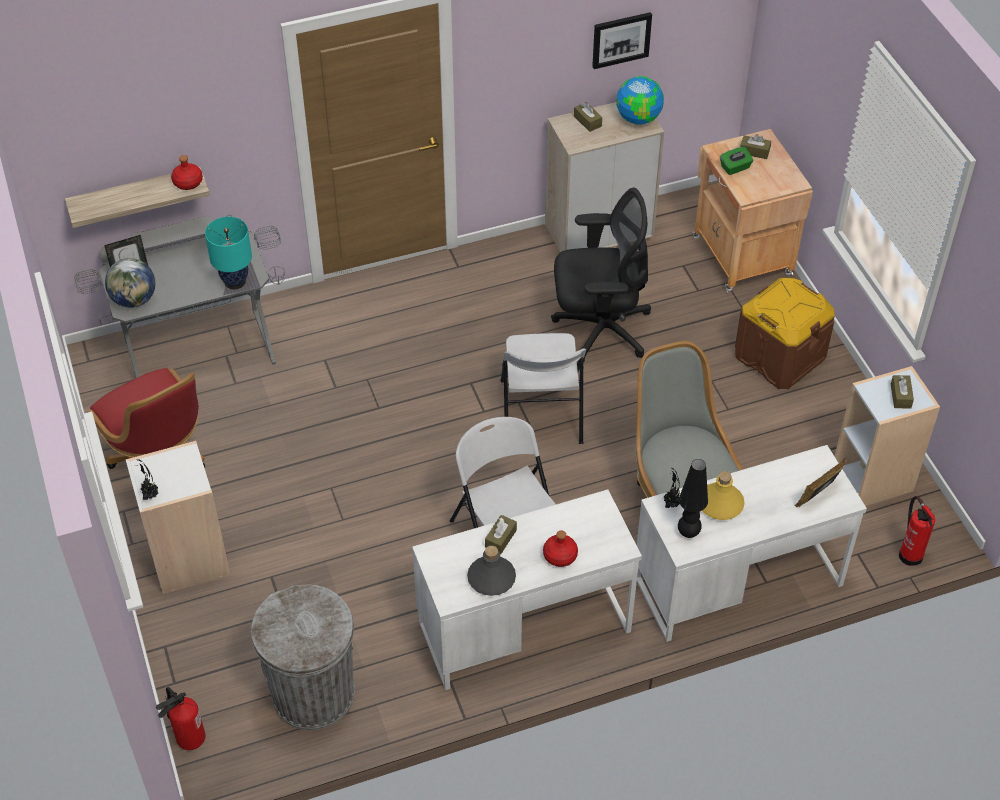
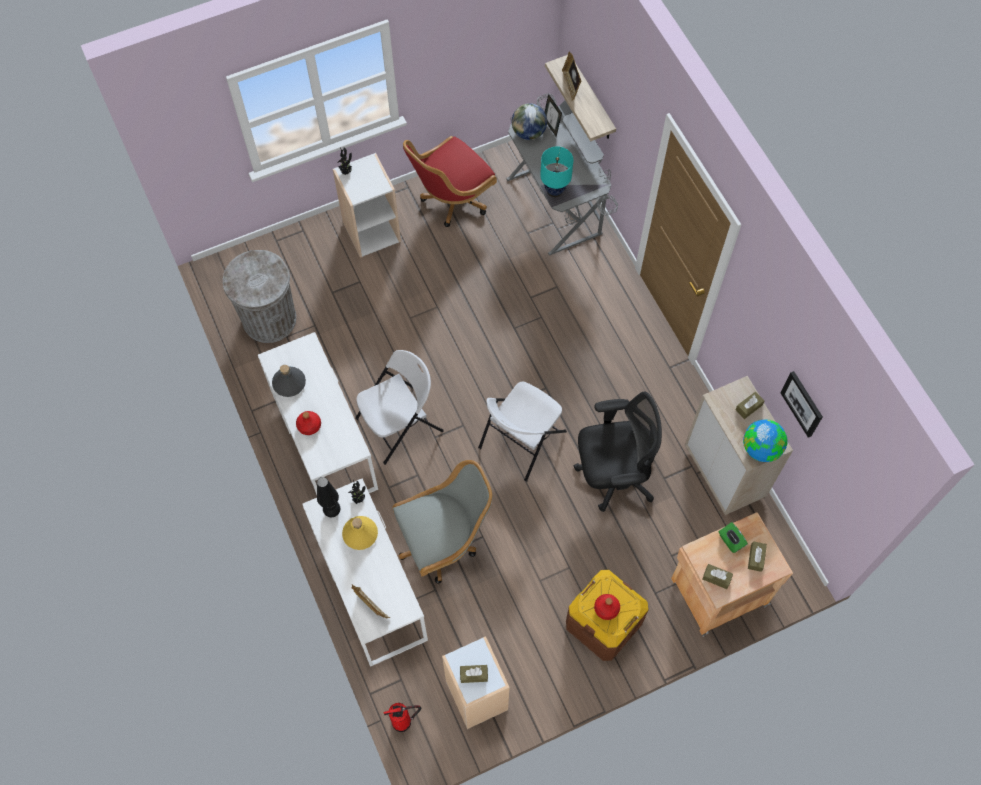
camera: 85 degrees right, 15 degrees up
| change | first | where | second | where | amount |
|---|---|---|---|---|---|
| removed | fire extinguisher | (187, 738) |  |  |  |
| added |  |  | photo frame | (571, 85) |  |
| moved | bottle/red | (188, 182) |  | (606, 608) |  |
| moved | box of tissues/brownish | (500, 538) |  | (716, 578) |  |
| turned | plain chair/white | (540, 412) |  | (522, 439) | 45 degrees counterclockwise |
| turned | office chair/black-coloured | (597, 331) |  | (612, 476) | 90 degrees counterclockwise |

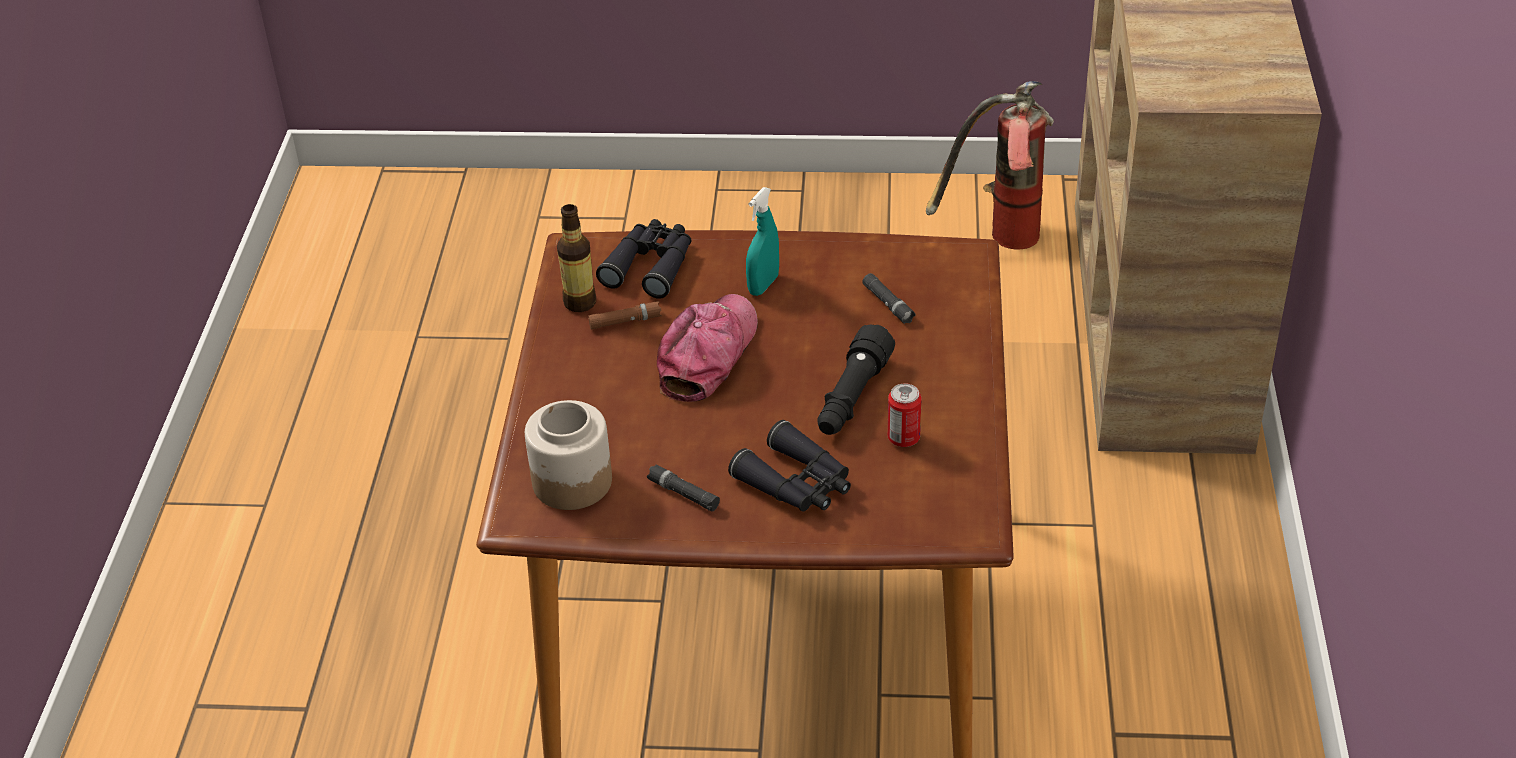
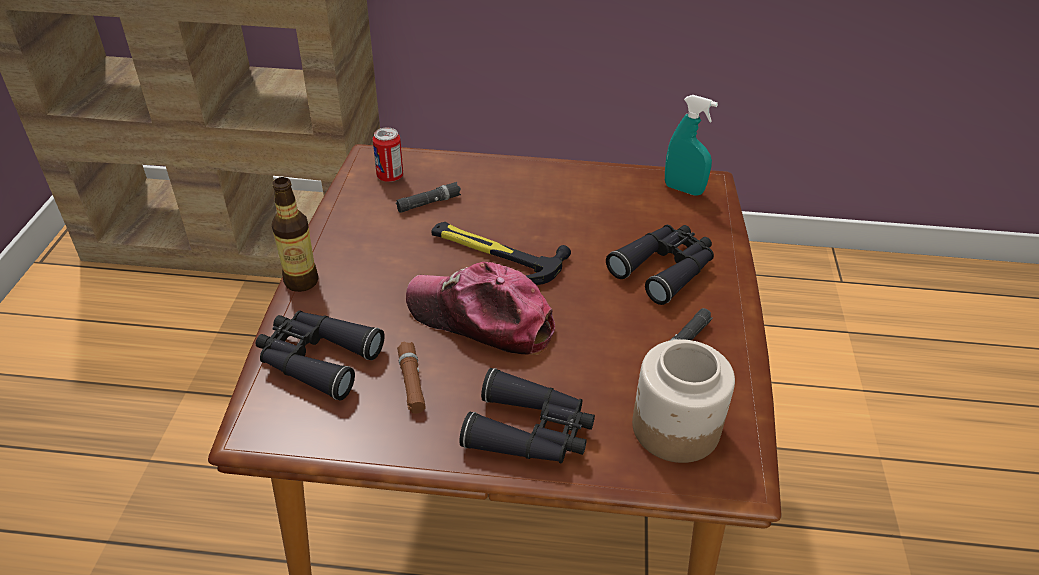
camera: 90 degrees left, 0 degrees up
| change | first | where | second | where | amount |
|---|---|---|---|---|---|
| removed | torch/black-coloured | (852, 397) |  |  |  |
| removed | fire extinguisher | (998, 240) |  |  |  |
| added |  |  | hammer | (494, 254) |  |
| added |  |  | field glasses/black-coloured | (531, 432) |  |
| moved | bottle | (580, 303) |  | (301, 281) |  |
| moved | sprayer/blue-green | (763, 285) |  | (683, 189) |  |
| moved | metal can | (903, 438) |  | (390, 176) |  |

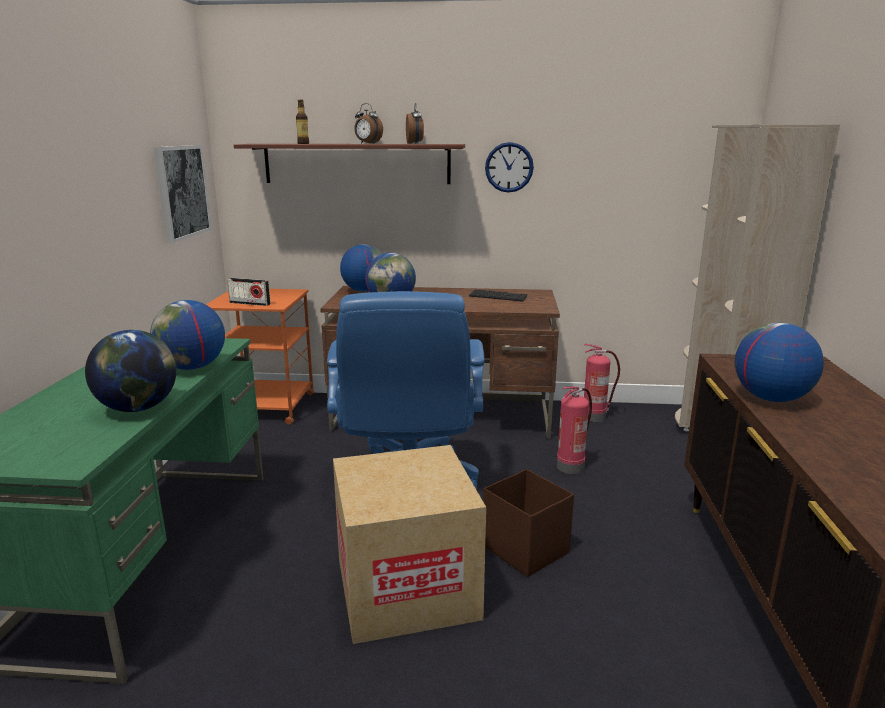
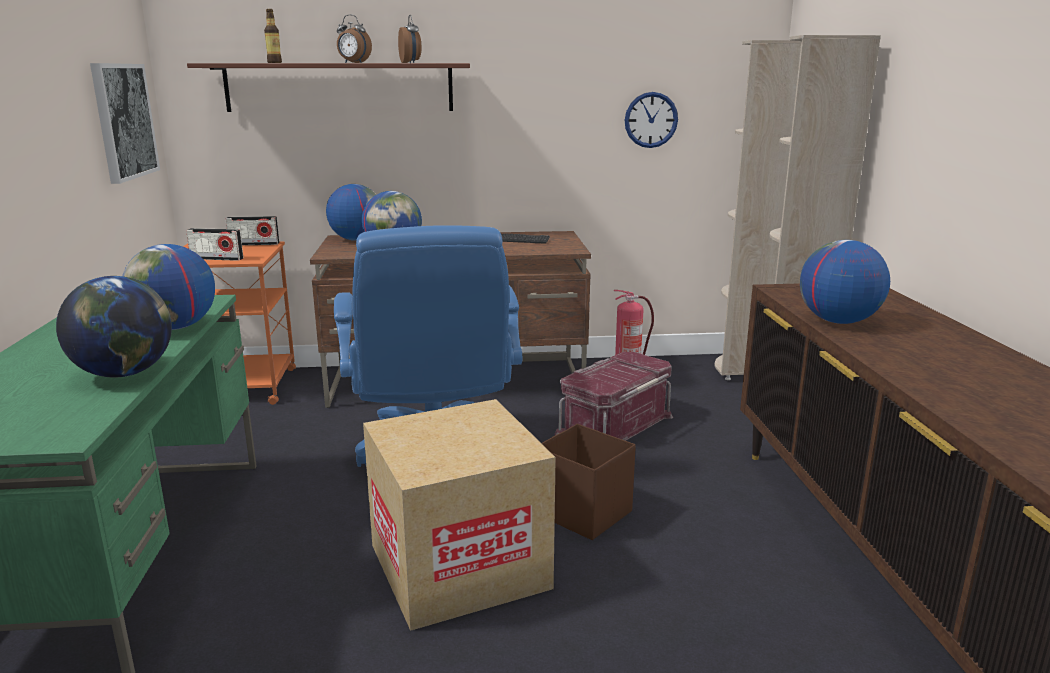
camera: 10 degrees left, 0 degrees up
| change | first | where | second | where | amount |
|---|---|---|---|---|---|
| added |  |  | radio set | (254, 244) |  |
| moved | wall clock | (509, 167) |  | (651, 120) |  |
| replaced | fire extinguisher | (571, 466) | storage box/red | (613, 424) |  |

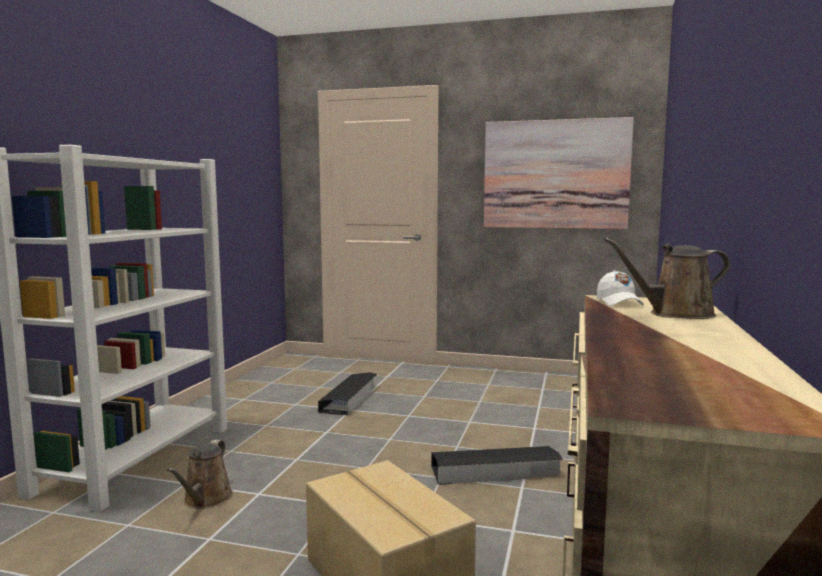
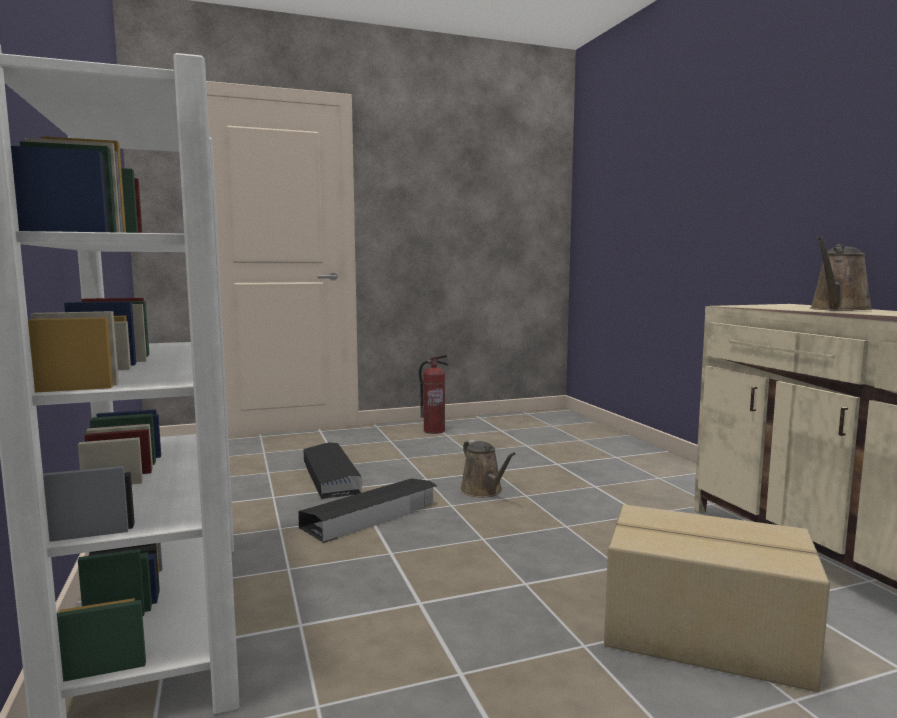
camera: 35 degrees left, 0 degrees up
| change | first | where | second | where | amount |
|---|---|---|---|---|---|
| removed | wall art | (555, 174) |  |  |  |
| removed | baseball cap/white | (618, 302) |  |  |  |
| added |  |  | fire extinguisher | (434, 431) |  |
| moved | sprinkling can/brownish | (205, 500) |  | (483, 491) |  |
| moved | storage box/black-coloured | (496, 472) |  | (372, 516) |  |

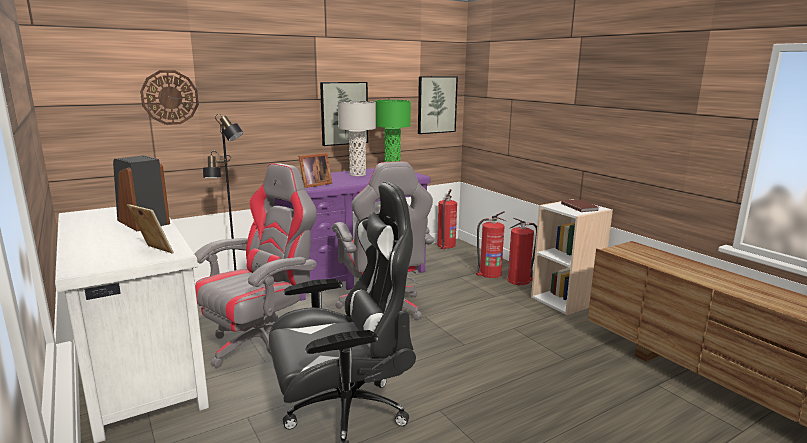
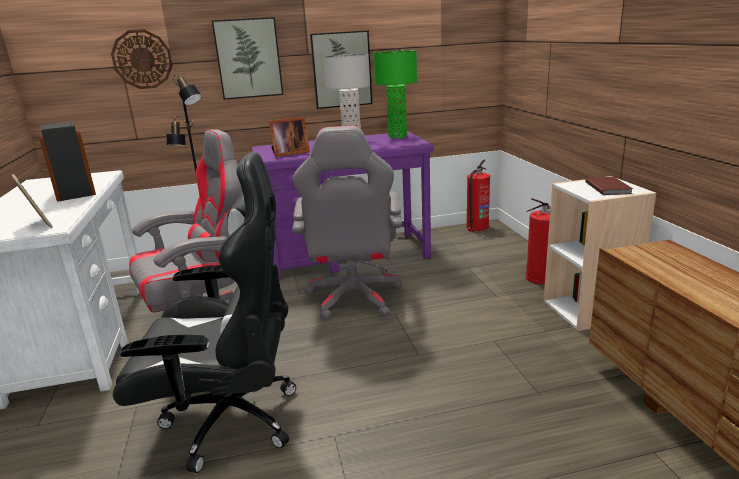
camera: 20 degrees right, 5 degrees up
| change | first | where | second | where | amount |
|---|---|---|---|---|---|
| removed | fire extinguisher | (489, 274) |  |  |  |
| moved | wall art | (436, 104) |  | (248, 58) |  |

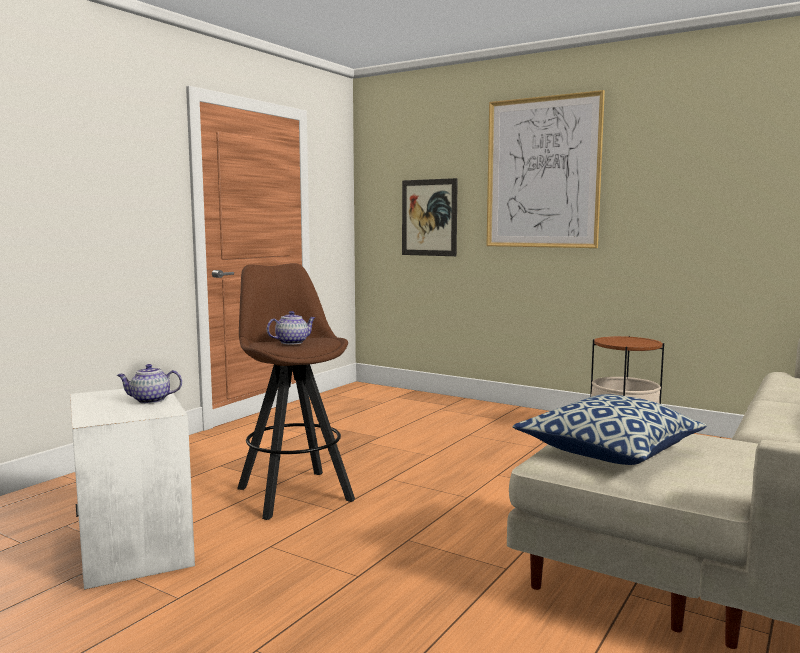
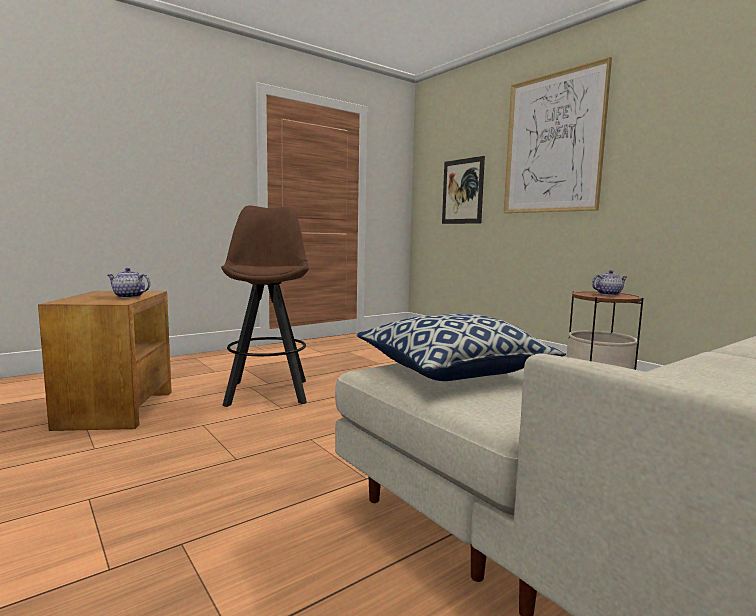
camera: 20 degrees right, 0 degrees up
| change | first | where | second | where | amount |
|---|---|---|---|---|---|
| moved | pot for tea | (292, 342) |  | (608, 294) |  |
| recoloured | side table/white | (133, 547) | side table/brownish | (115, 409) |  |

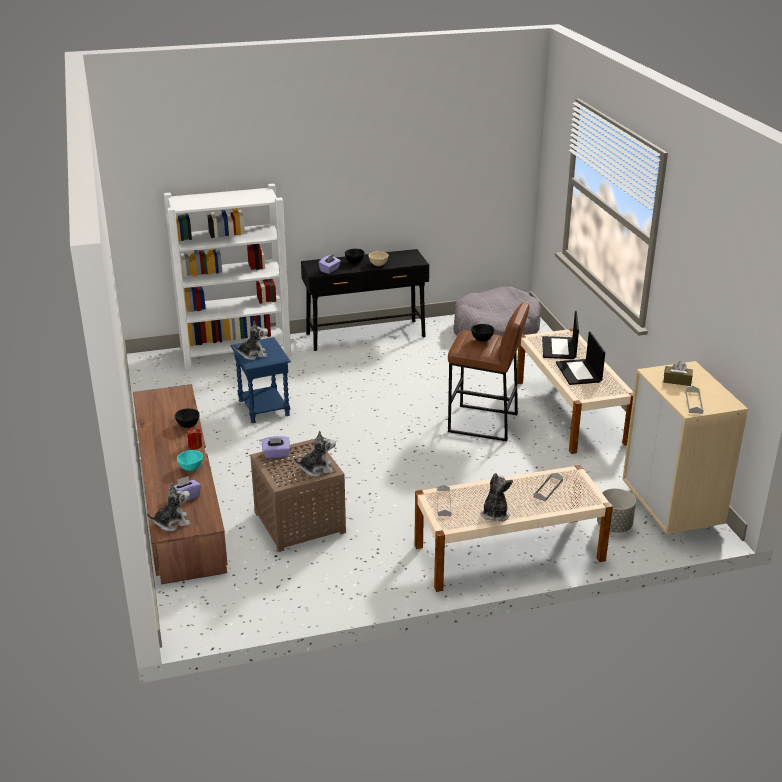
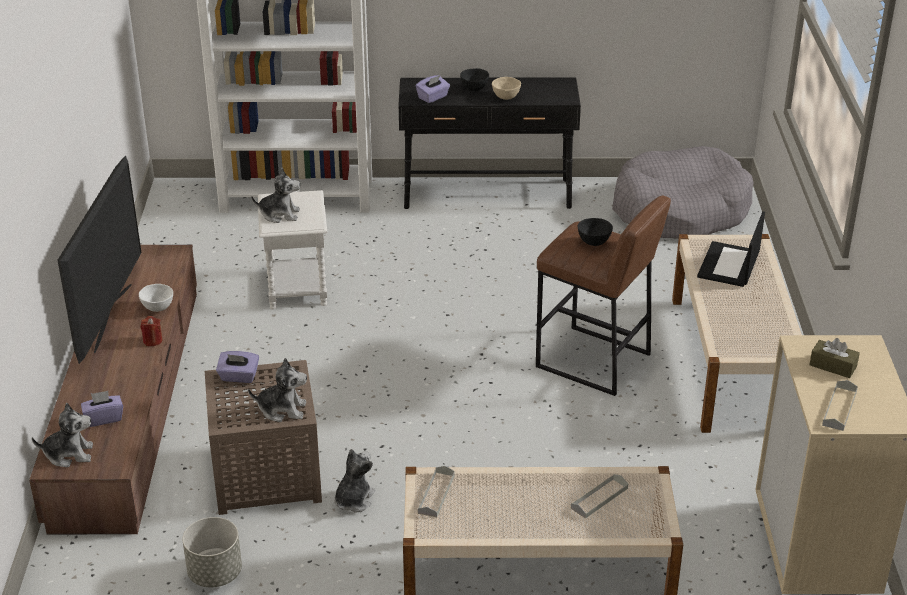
camera: 15 degrees right, 5 degrees up
| change | first | where | second | where | amount |
|---|---|---|---|---|---|
| removed | deep dish/blue-green | (190, 468) |  |  |  |
| removed | notebook computer | (579, 372) |  |  |  |
| added |  |  | TV set | (111, 317) |  |
| moved | soft toy | (495, 514) |  | (353, 500) |  |
| moved | planter/greyish | (614, 526) |  | (214, 573) |  |
| recoloured | deep dish/black-coloured | (187, 425) | deep dish/white | (157, 307) |  |
| recoloured | side table/blue | (263, 408) | side table/white | (296, 288) |  |

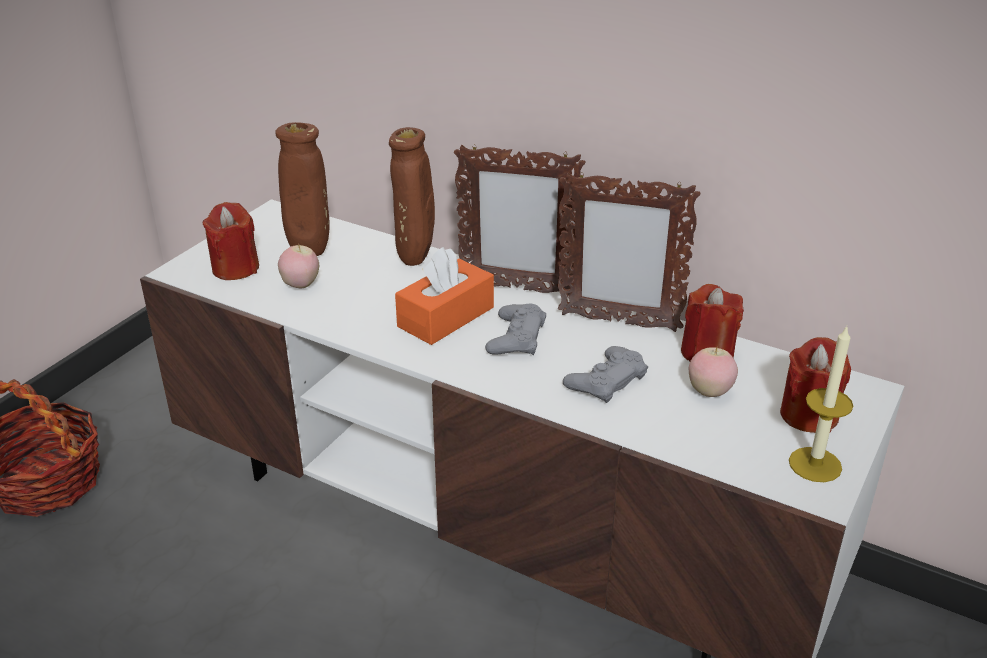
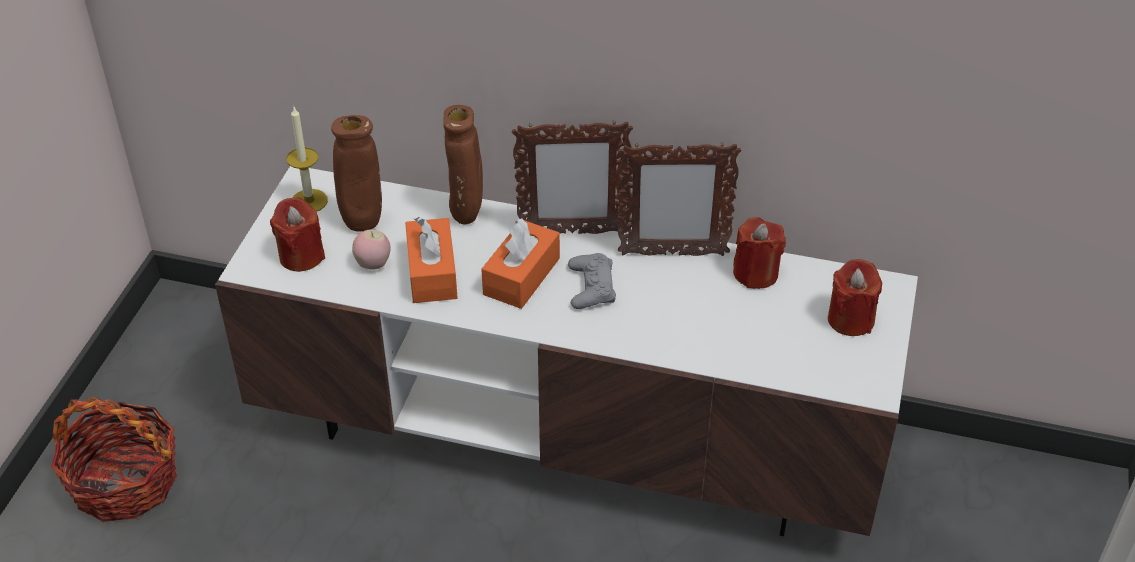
camera: 15 degrees left, 10 degrees up
| change | first | where | second | where | amount |
|---|---|---|---|---|---|
| removed | joypad/greyish | (606, 380) |  |  |  |
| removed | whole apple | (709, 392) |  |  |  |
| added |  |  | box of tissues/orangey | (432, 273) |  |
| moved | wax light | (815, 464) |  | (309, 201) |  |

